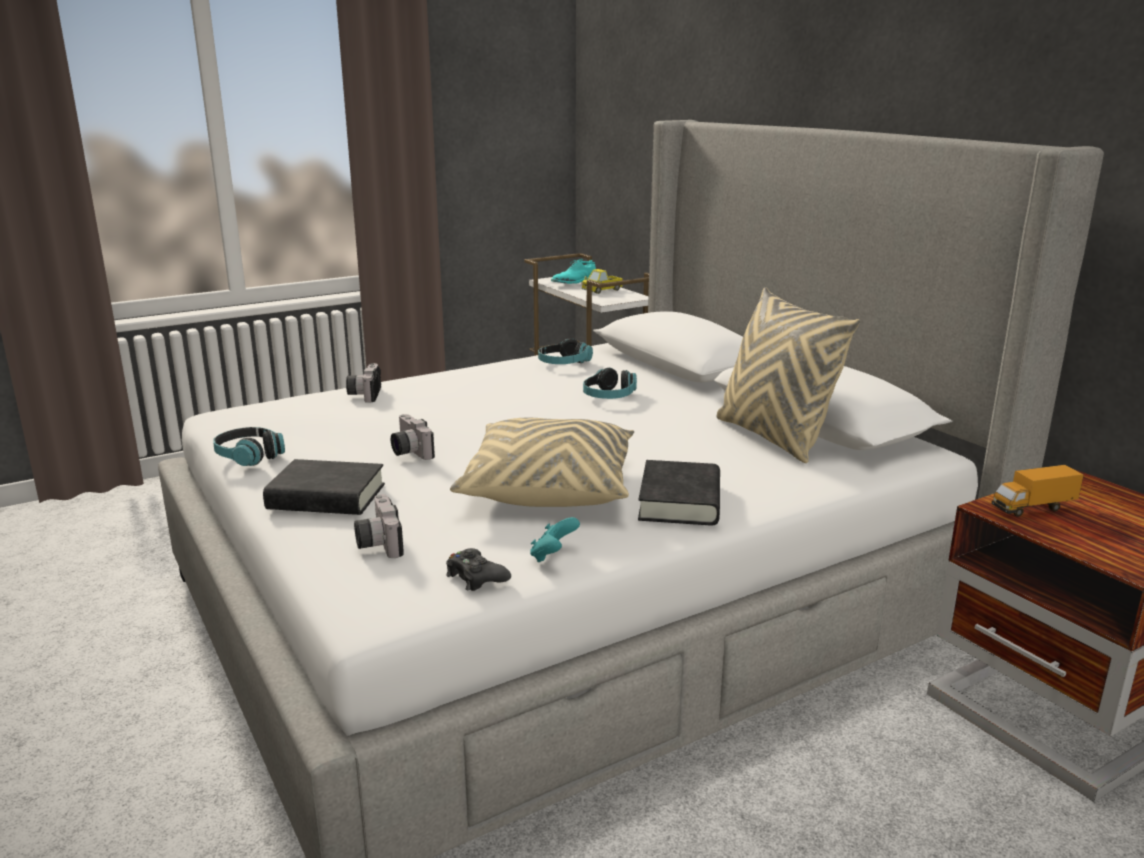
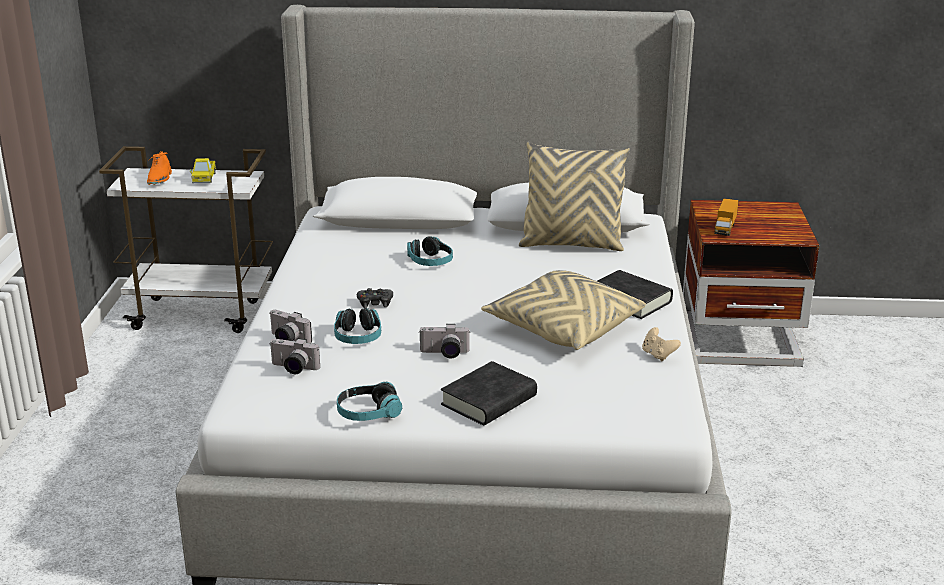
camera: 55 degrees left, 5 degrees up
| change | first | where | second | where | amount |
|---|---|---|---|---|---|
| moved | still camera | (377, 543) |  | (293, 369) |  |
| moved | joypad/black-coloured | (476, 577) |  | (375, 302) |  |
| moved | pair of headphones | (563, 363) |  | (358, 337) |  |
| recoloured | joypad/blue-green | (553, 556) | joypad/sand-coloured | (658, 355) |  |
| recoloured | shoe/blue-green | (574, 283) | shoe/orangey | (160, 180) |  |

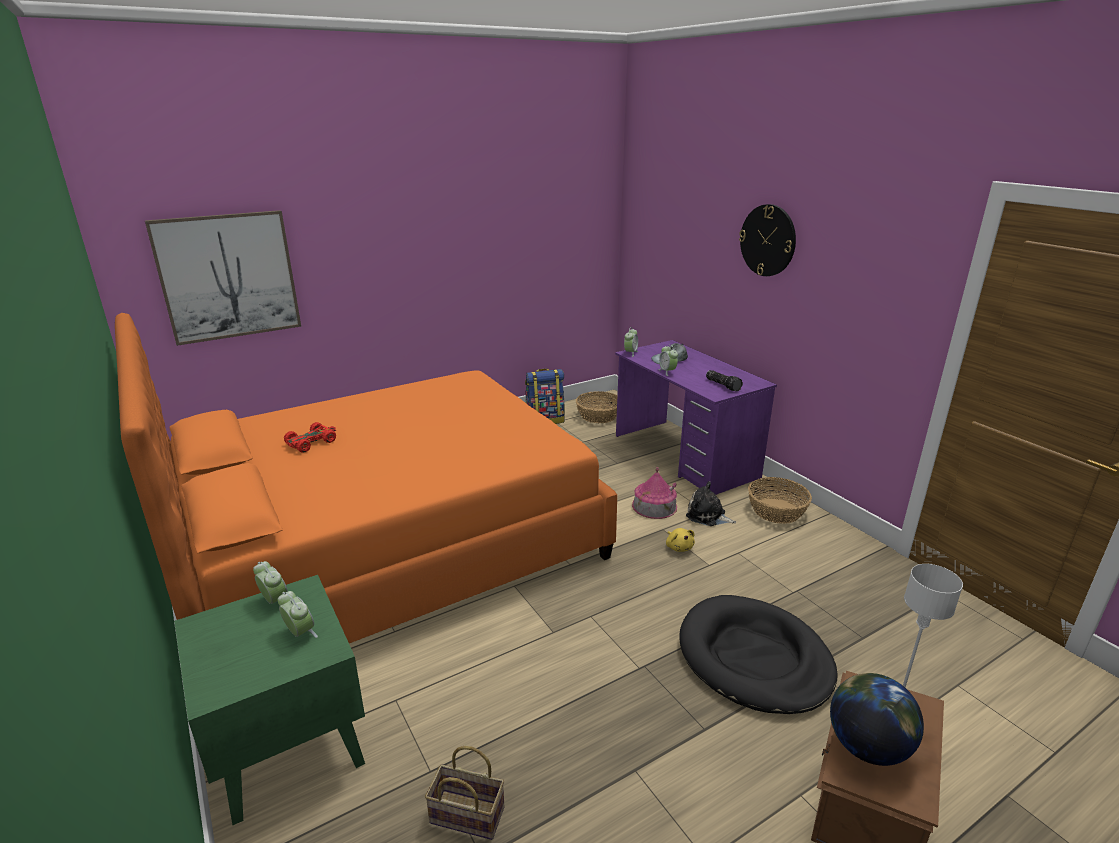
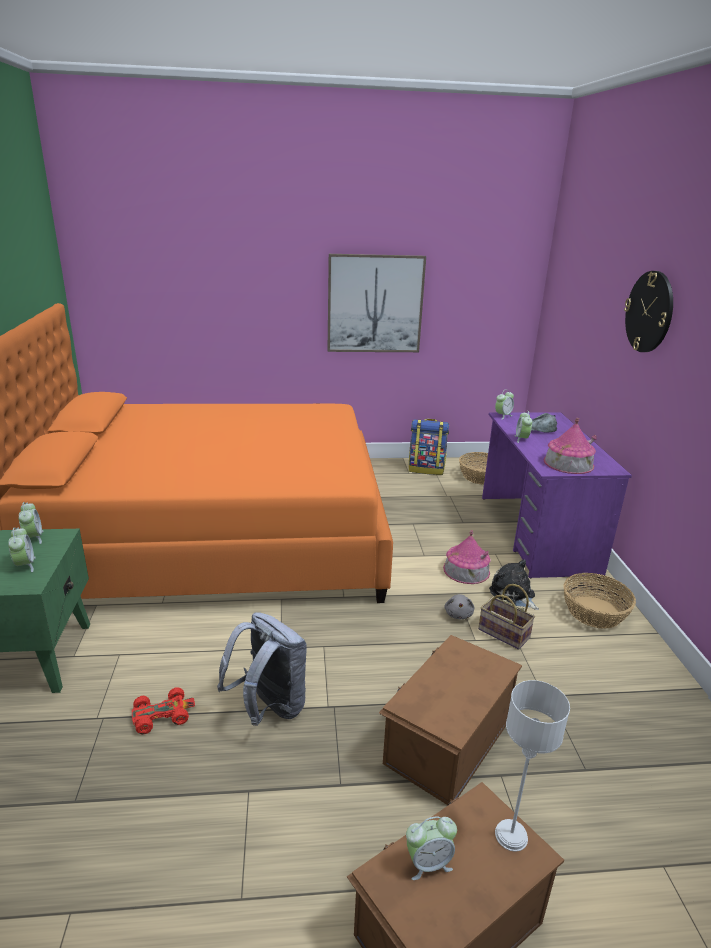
camera: 25 degrees right, 0 degrees up
| change | first | where | second | where | amount |
|---|---|---|---|---|---|
| added |  |  | rucksack/greyish | (269, 707) |  |
| moved | wall art | (228, 276) |  | (375, 304) |  |
| moved | toy car/red | (312, 442) |  | (162, 715) |  |
| moved | household basket | (465, 816) |  | (502, 633) |  |
| replaced | dog cushion/black-coloured | (754, 658) | storage box/brownish | (445, 742) |  |
| replaced | torch | (723, 385) | miniature house | (568, 463) |  |
| replaced | world globe | (867, 746) | table clock | (428, 863) |  |
| recoloured | soft toy/yellow-coloured | (679, 547) | soft toy/greyish | (458, 614) |  |

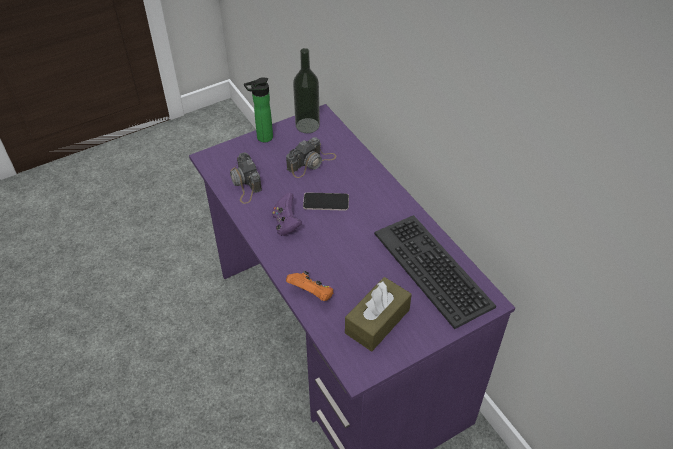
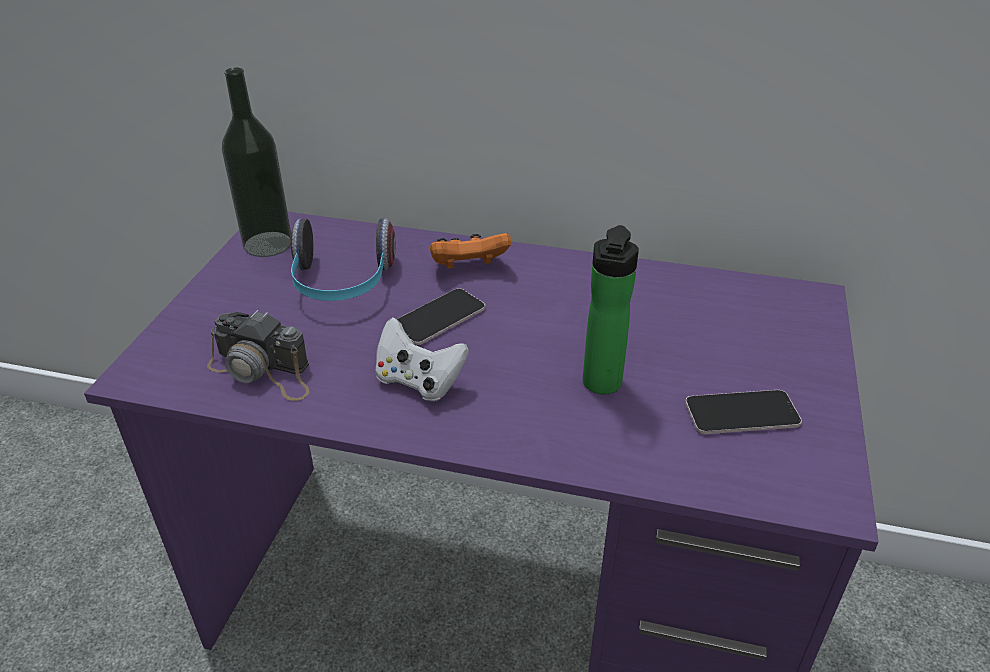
camera: 45 degrees left, 10 degrees down
| change | first | where | second | where | amount |
|---|---|---|---|---|---|
| removed | computer keyboard | (433, 269) |  |  |  |
| moved | bottle | (262, 138) |  | (600, 386) |  |
| moved | joypad/orangey | (312, 294) |  | (469, 267) |  |
| replaced | still camera | (311, 163) | pair of headphones | (342, 284) |  |
| replaced | box of tissues/brownish | (377, 321) | handset | (741, 413) |  |
| recoloured | joypad/purple | (286, 224) | joypad/white | (419, 382) |  |

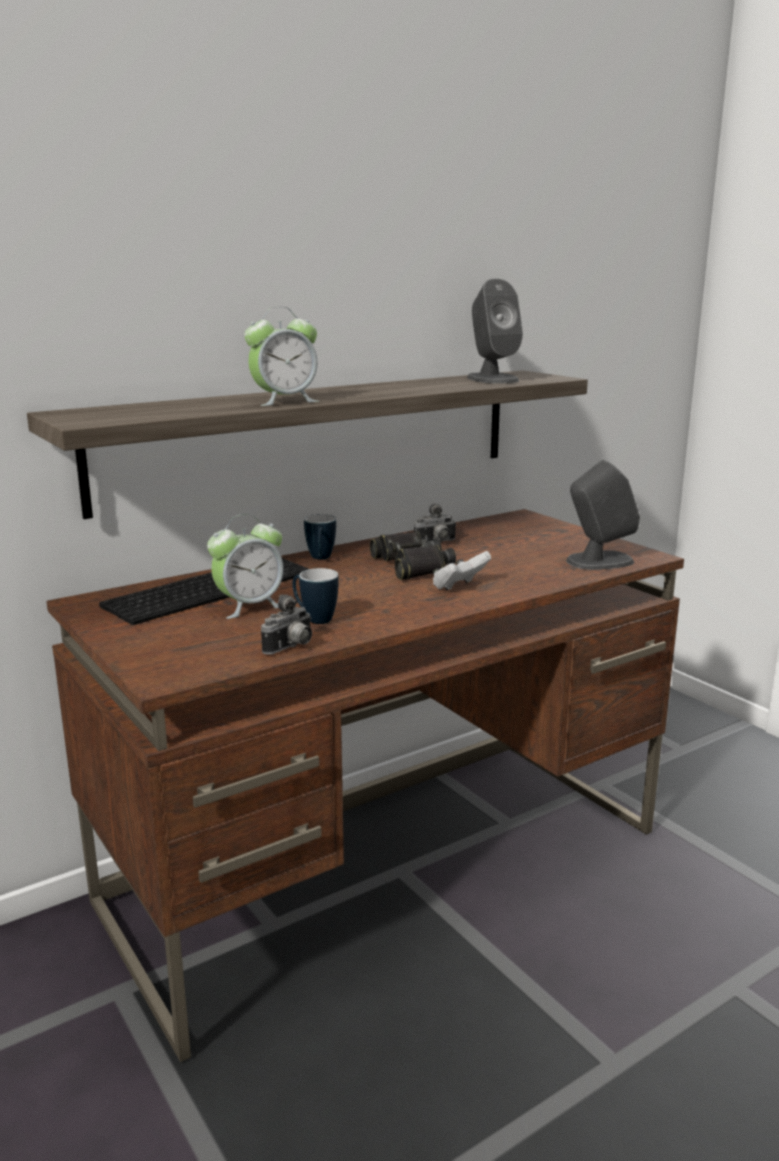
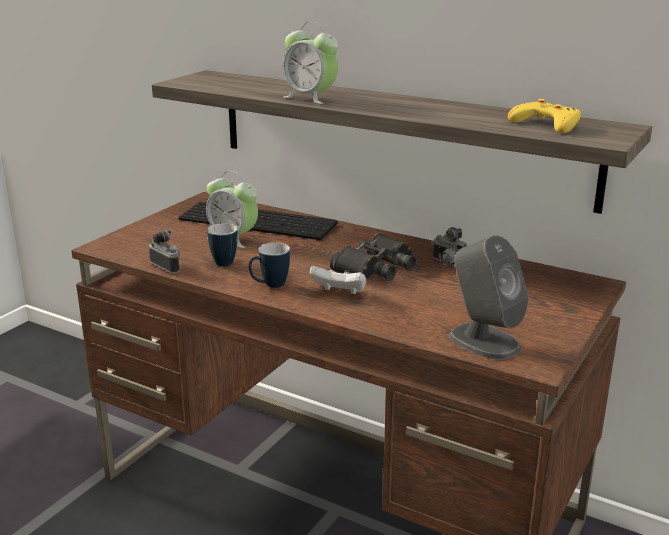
camera: 65 degrees right, 5 degrees up
| change | first | where | second | where | amount |
|---|---|---|---|---|---|
| moved | coffee mug | (320, 559) |  | (269, 285) |  |
| replaced | audio speaker/greyish | (492, 379) | joypad/yellow-coloured | (546, 124) |  |
| turned | still camera | (291, 648) |  | (168, 266) | 150 degrees counterclockwise |

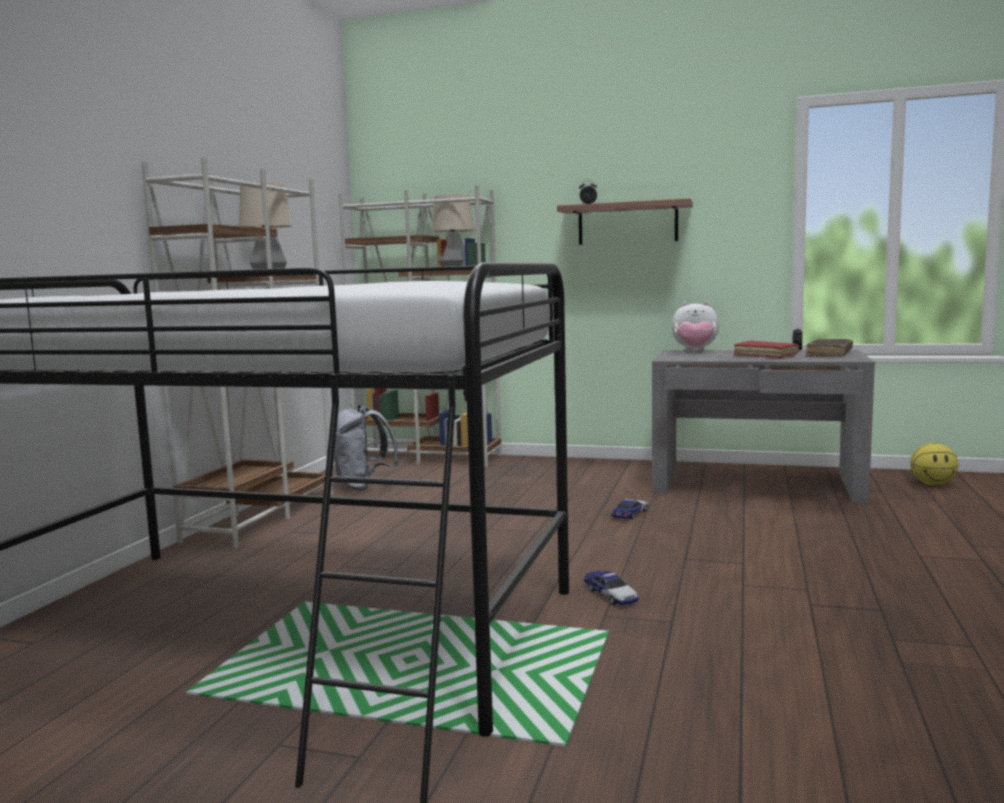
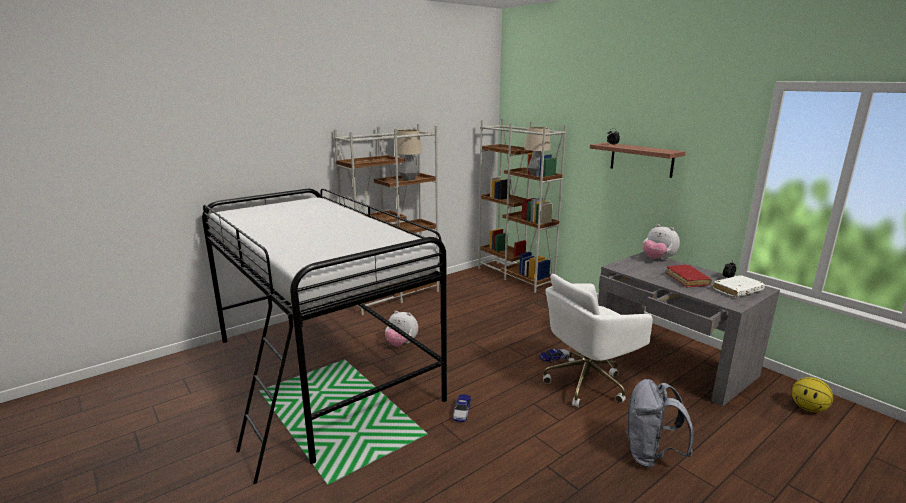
camera: 35 degrees right, 10 degrees up
| change | first | where | second | where | amount |
|---|---|---|---|---|---|
| added |  |  | soft toy | (401, 344) |  |
| added |  |  | office chair/white | (588, 384) |  |
| moved | rucksack/greyish | (363, 486) |  | (650, 455) |  |
| recoloured | volume/brownish | (829, 354) | volume/white | (737, 291) |  |

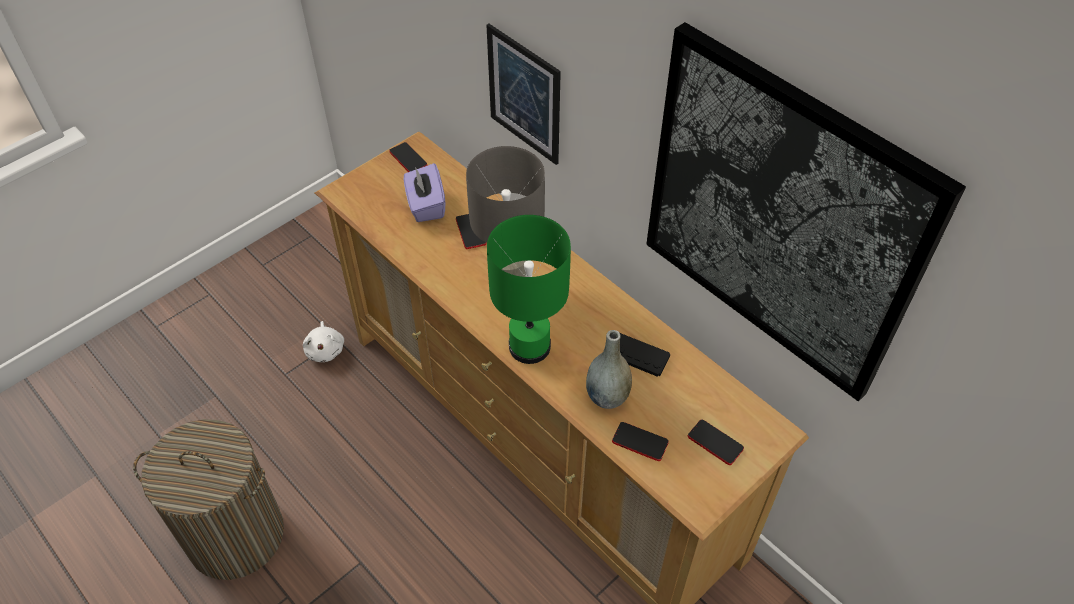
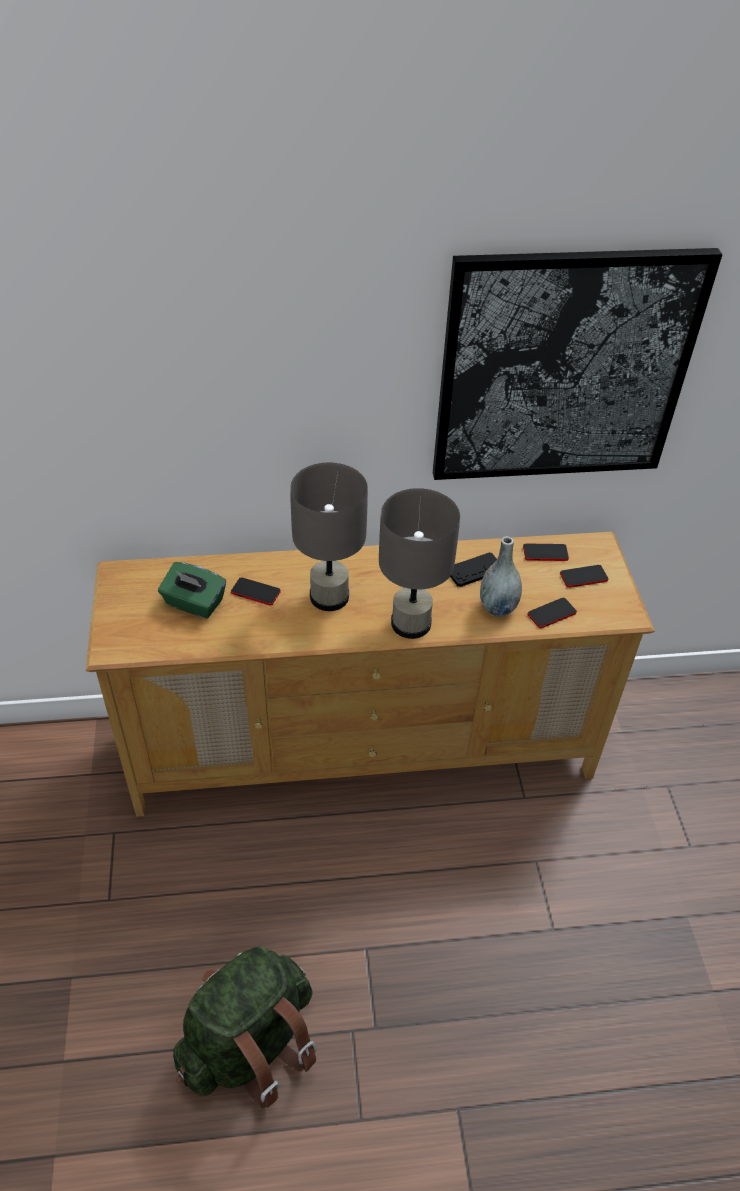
camera: 55 degrees left, 5 degrees down
| change | first | where | second | where | amount |
|---|---|---|---|---|---|
| removed | soft toy/white | (325, 349) |  |  |  |
| removed | wall art | (524, 95) |  |  |  |
| moved | handset | (408, 159) |  | (545, 553) |  |
| replaced | washing basket | (235, 535) | rucksack/greenish | (249, 1044) |  |
| recoloured | box of tissues/purple | (426, 205) | box of tissues/greenish | (194, 603) |  |
| recoloured | tabletop lamp/greenish | (530, 346) | tabletop lamp/greyish | (410, 623) |  |

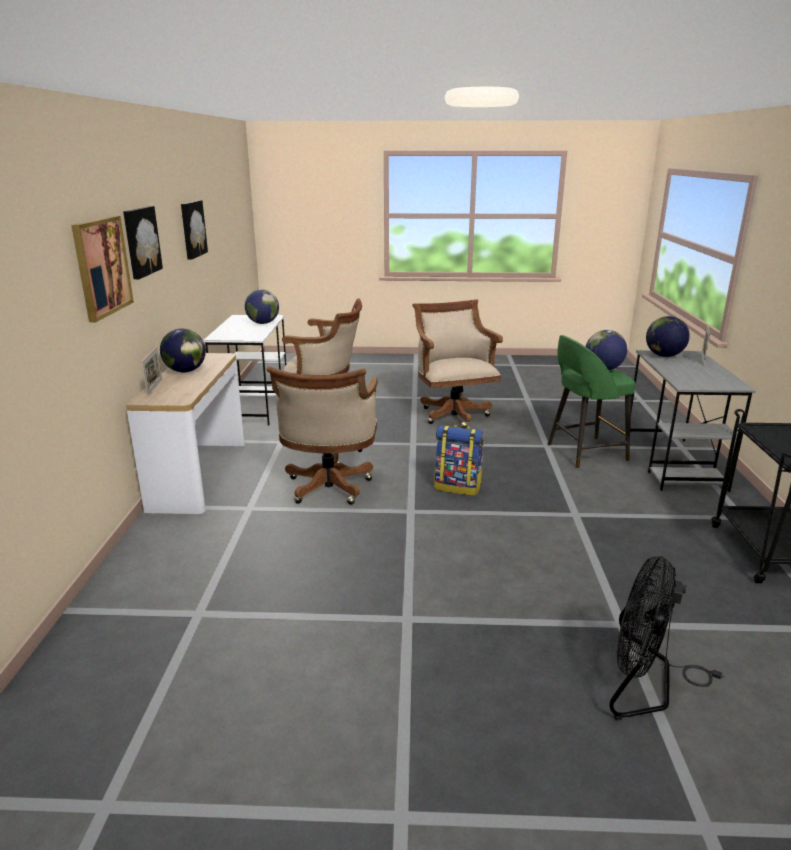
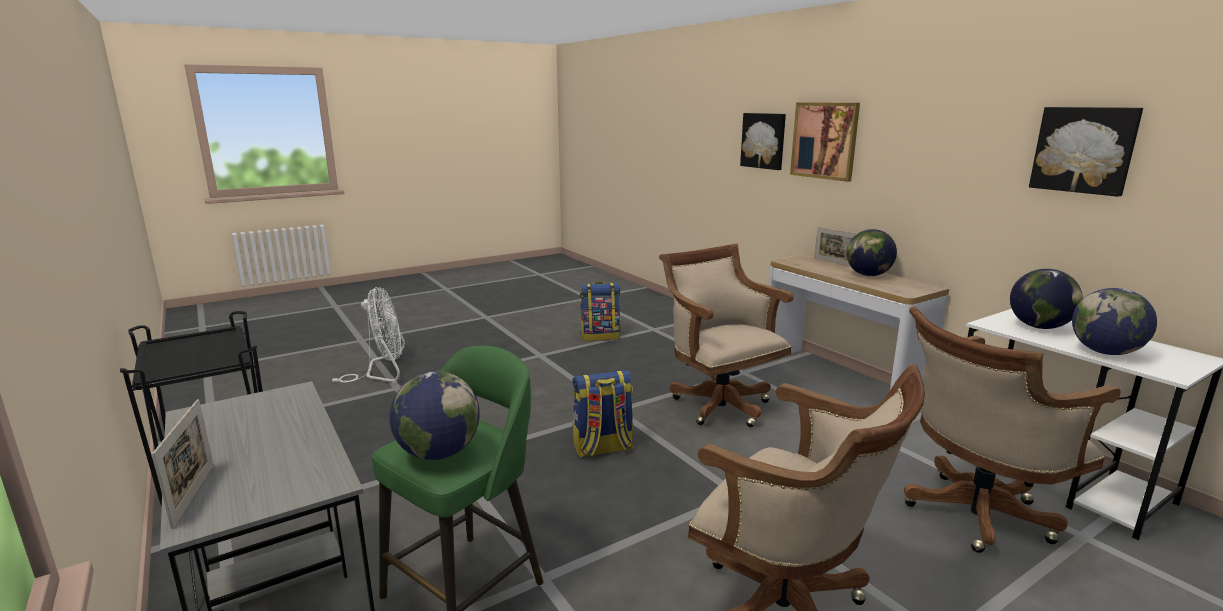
camera: 145 degrees right, 5 degrees down
| change | first | where | second | where | amount |
|---|---|---|---|---|---|
| added |  |  | rucksack | (600, 336) |  |
| moved | wall art | (140, 241) |  | (764, 140) |  |
| moved | world globe | (664, 356) |  | (1038, 327) |  |
| recoloured | fan/black-coloured | (647, 677) | fan/white | (381, 370) |  |

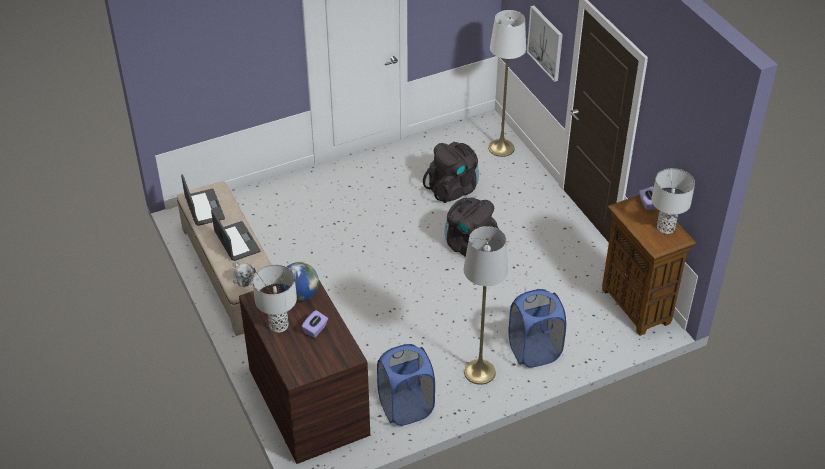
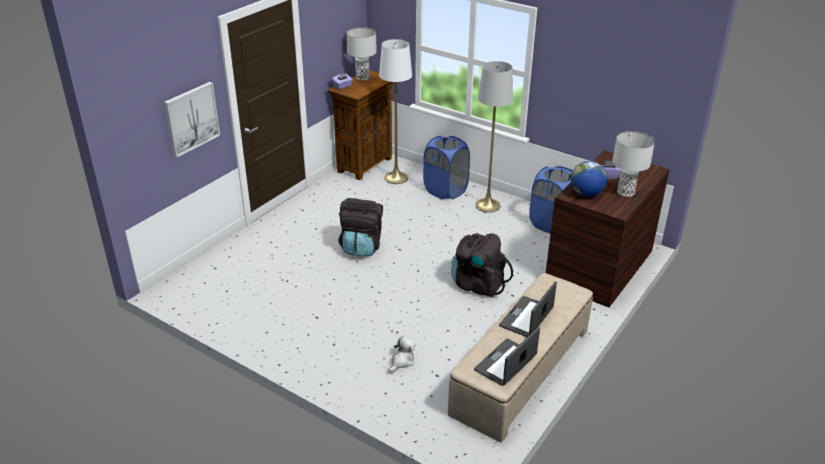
camera: 120 degrees left, 10 degrees down
| change | first | where | second | where | amount |
|---|---|---|---|---|---|
| moved | soft toy | (243, 277) |  | (402, 361) |  |
| moved | rucksack/black-coloured | (453, 189) |  | (478, 284) |  |
| moved | standing lamp/white | (501, 148) |  | (396, 178) |  |

